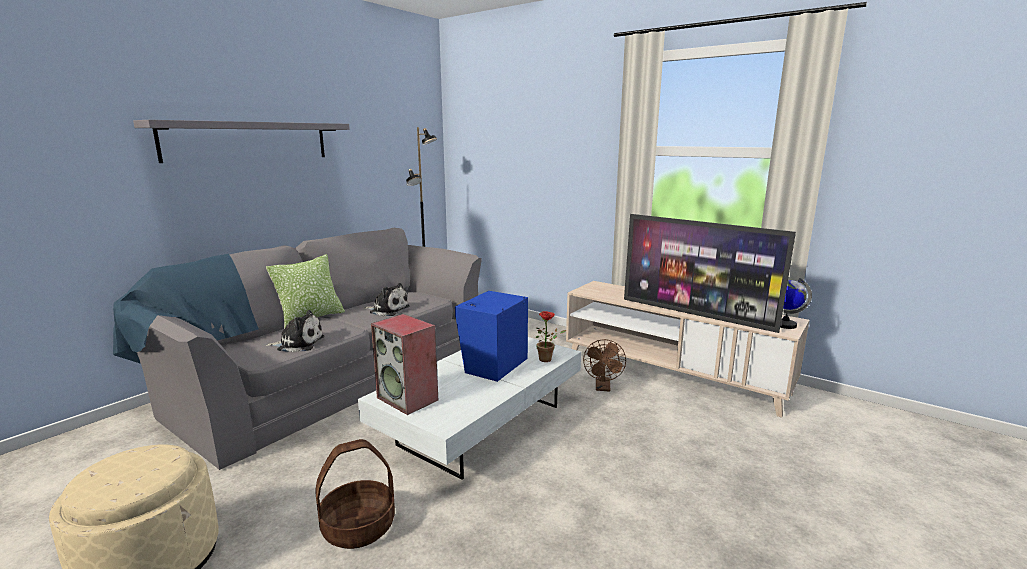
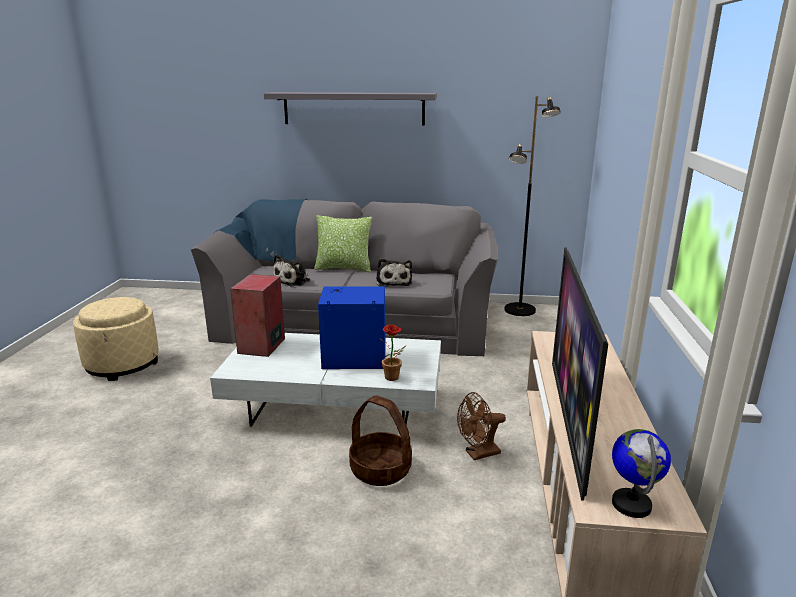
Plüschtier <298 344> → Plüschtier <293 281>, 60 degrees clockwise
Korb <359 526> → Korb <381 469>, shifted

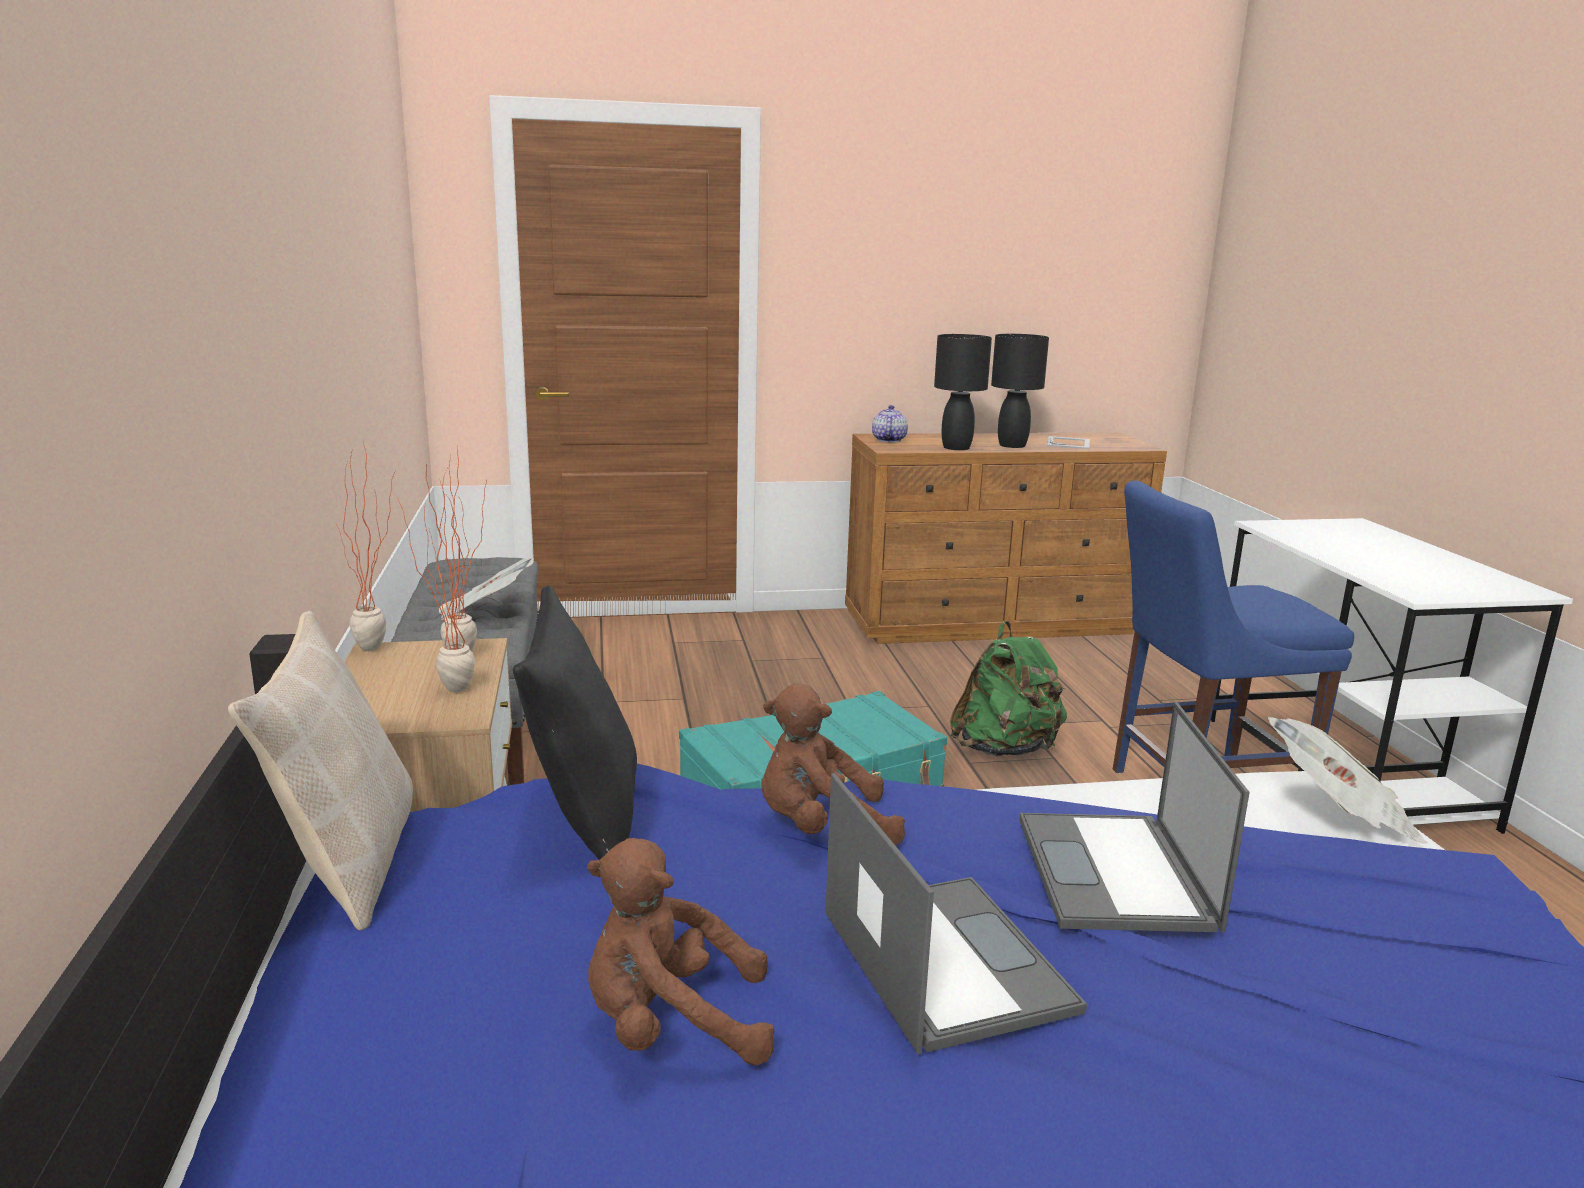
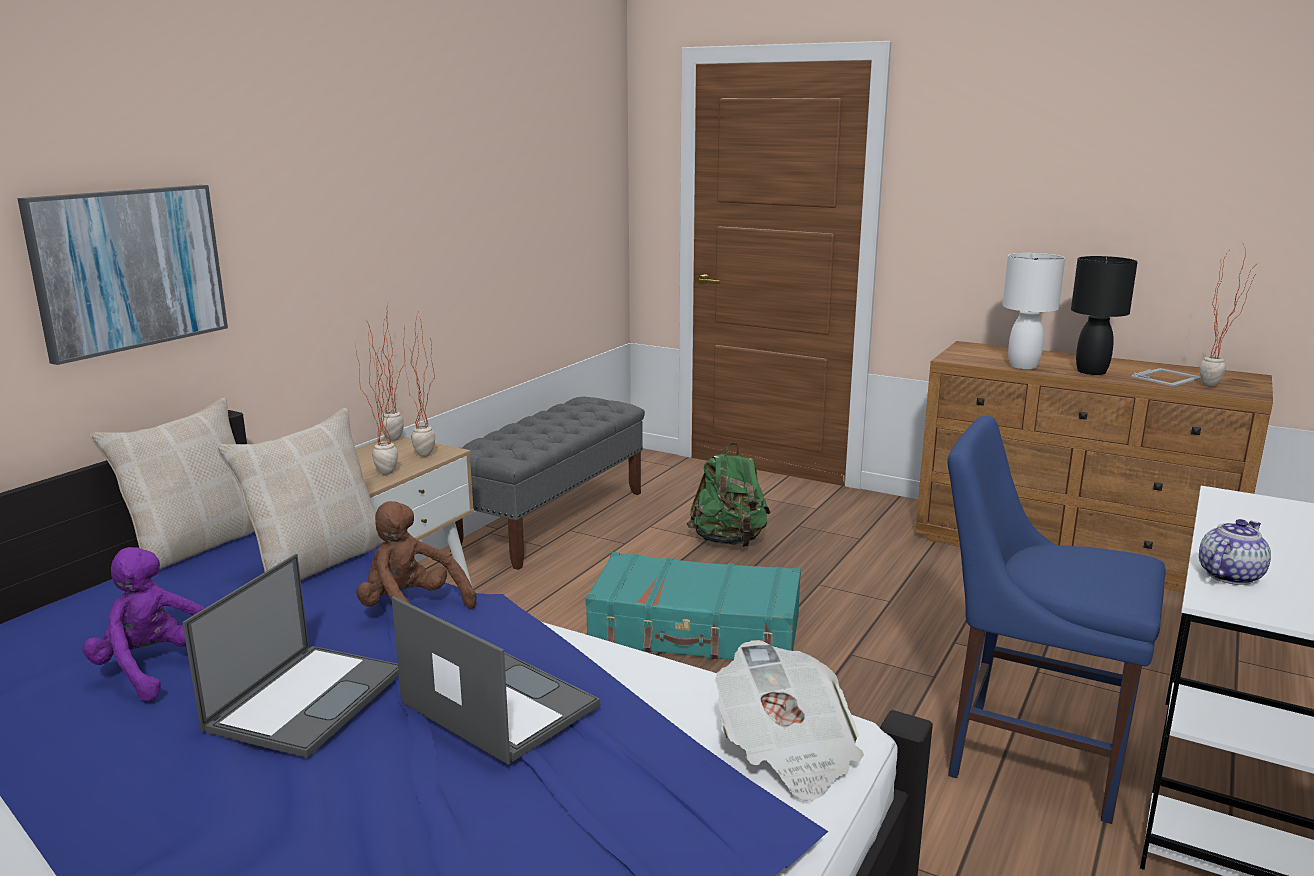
- → Bild <129 269>
Plüschtier (braun) <670 1026> → Plüschtier (lila) <157 669>
Kissen (schwarz) <585 818> → Kissen (beige) <318 561>
Laptop <1116 874> → Laptop <497 704>, 90 degrees clockwise
Rucksack (grün) <1005 749> → Rucksack (grün) <729 541>, shifted
Tischlampe (schwarz) <956 448> → Tischlampe (weiß) <1023 366>
Teekanne <888 440> → Teekanne <1229 575>, shifted
- → Topfpflanze <1217 386>
Zeitung <484 614> → -

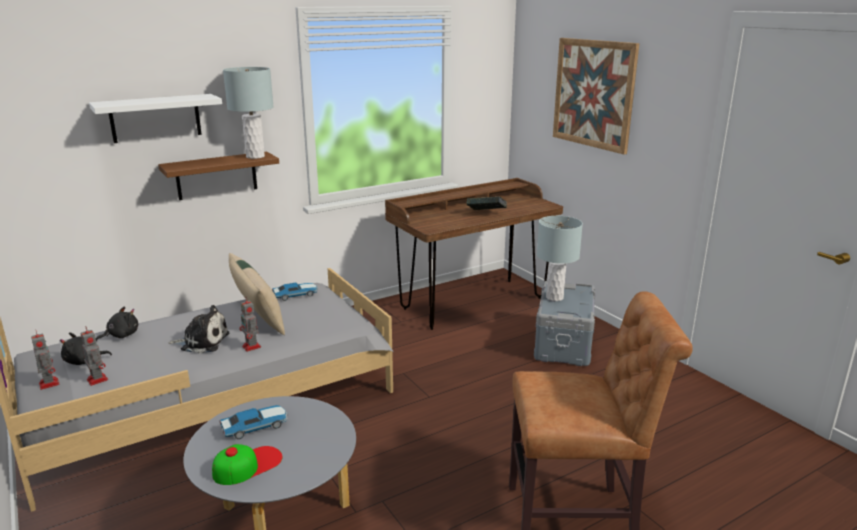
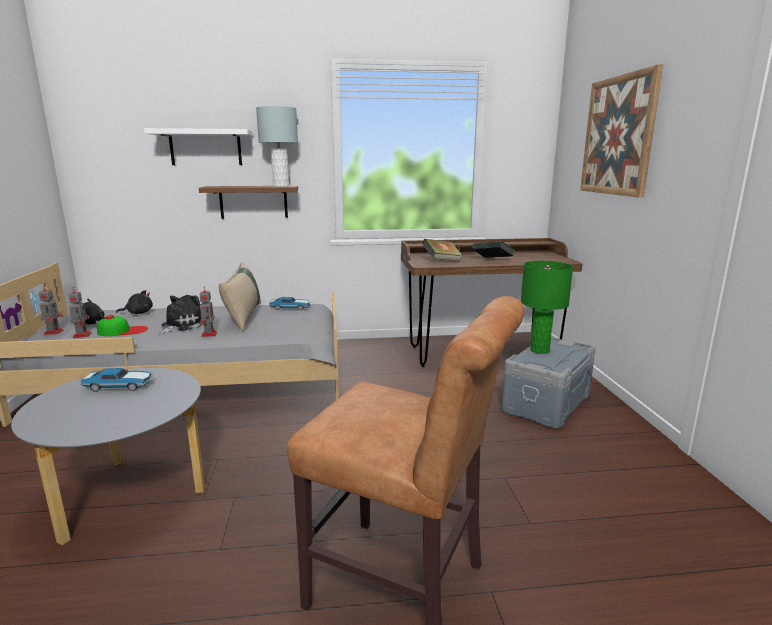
Kappe <247 465> → Kappe <123 331>, shifted
Plüschtier <202 342> → Plüschtier <181 325>, 90 degrees counterclockwise
- → Buch <441 261>
Tischlampe (grau) <554 297> → Tischlampe (grün) <539 350>

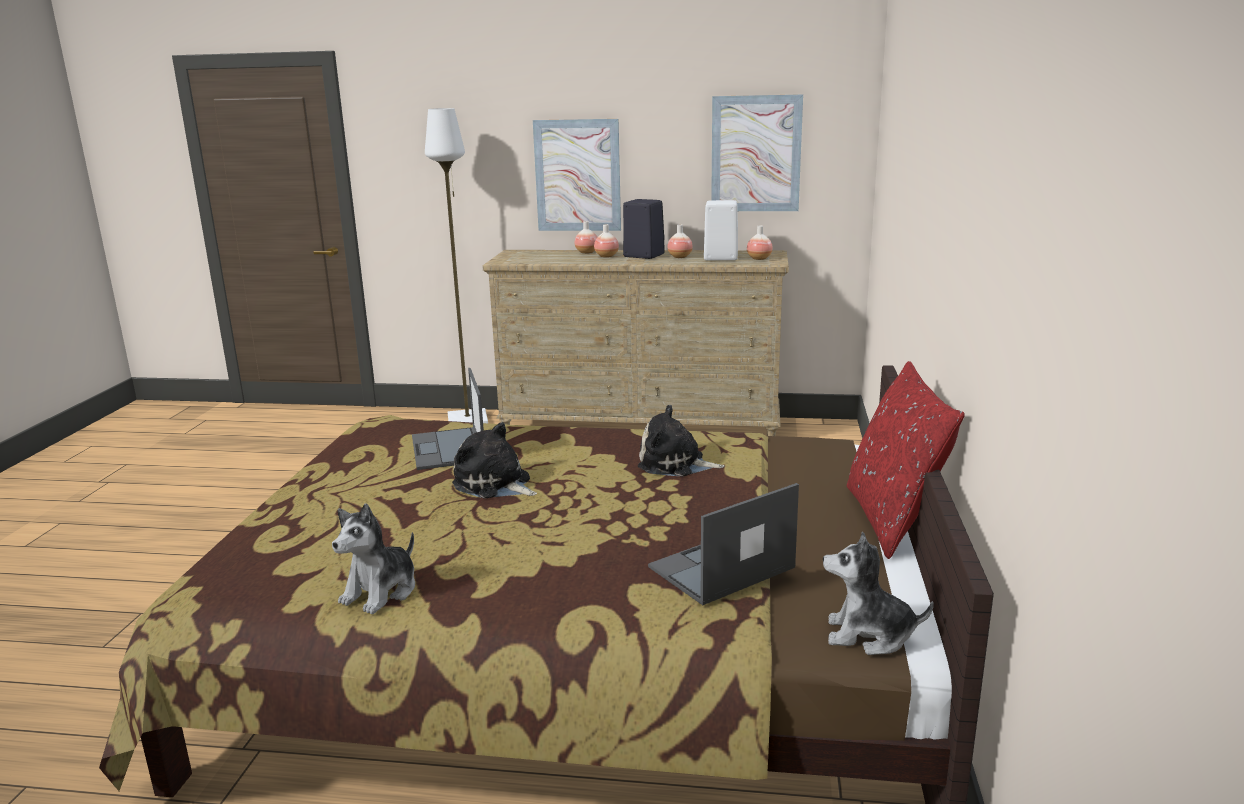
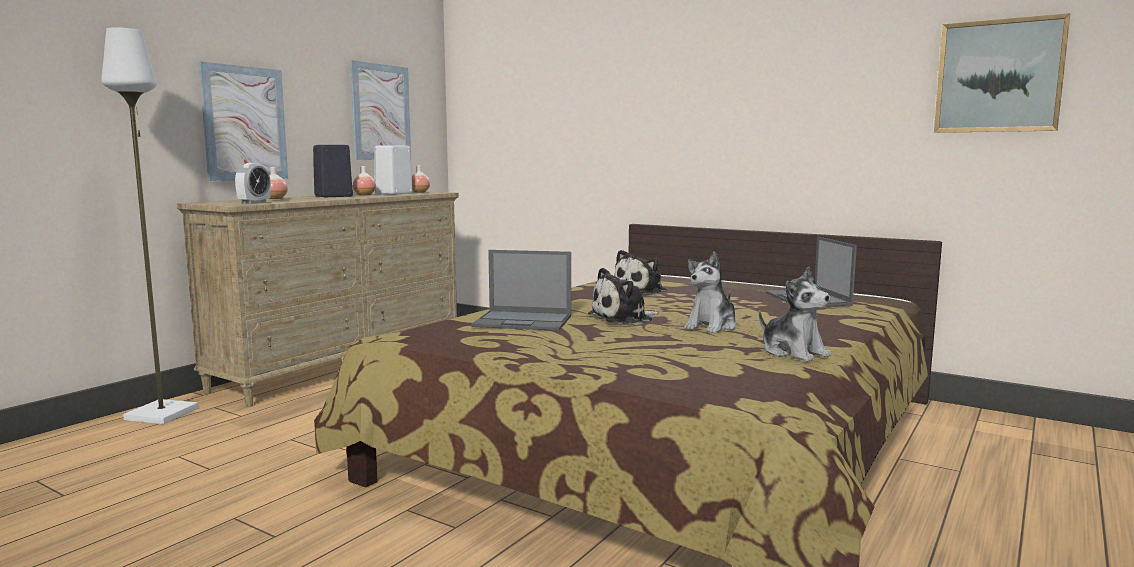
- → Wecker <254 203>
Plüschtier <868 635> → Plüschtier <712 326>, shifted
- → Bild <999 76>
Vase <606 256> → -
Kissen (rot) <893 520> → -

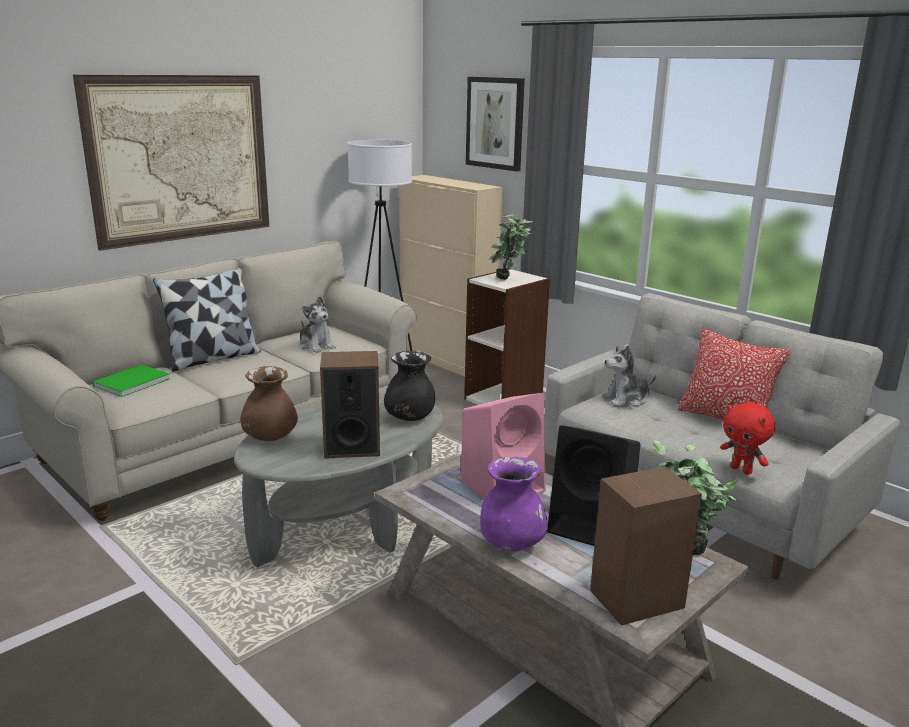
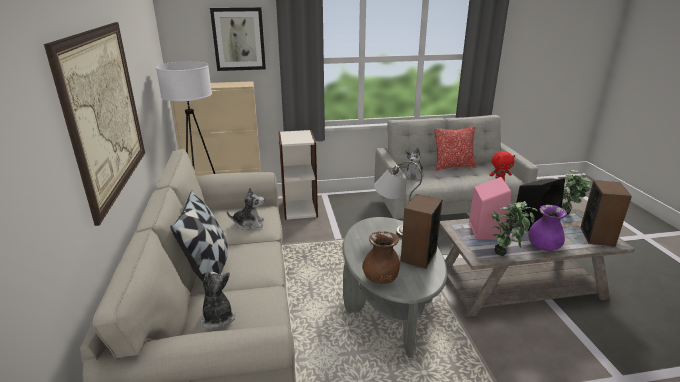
Buch (grün) <129 383> → Plüschtier <217 318>
Vase (schwarz) <409 417> → Tischlampe (grau) <394 228>
Topfpflanze <509 280> → Topfpflanze <506 253>, shifted

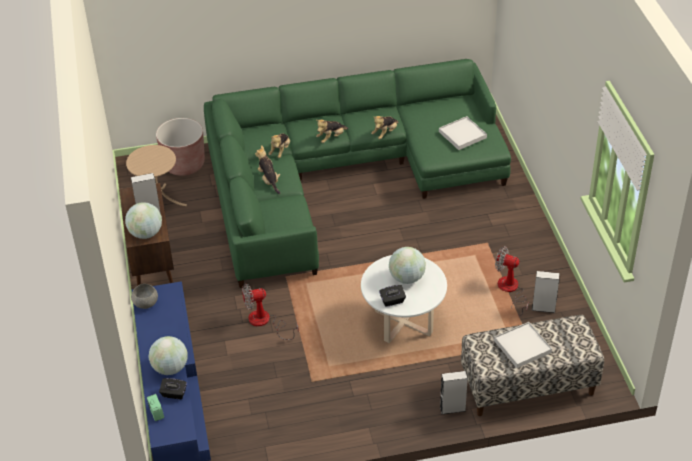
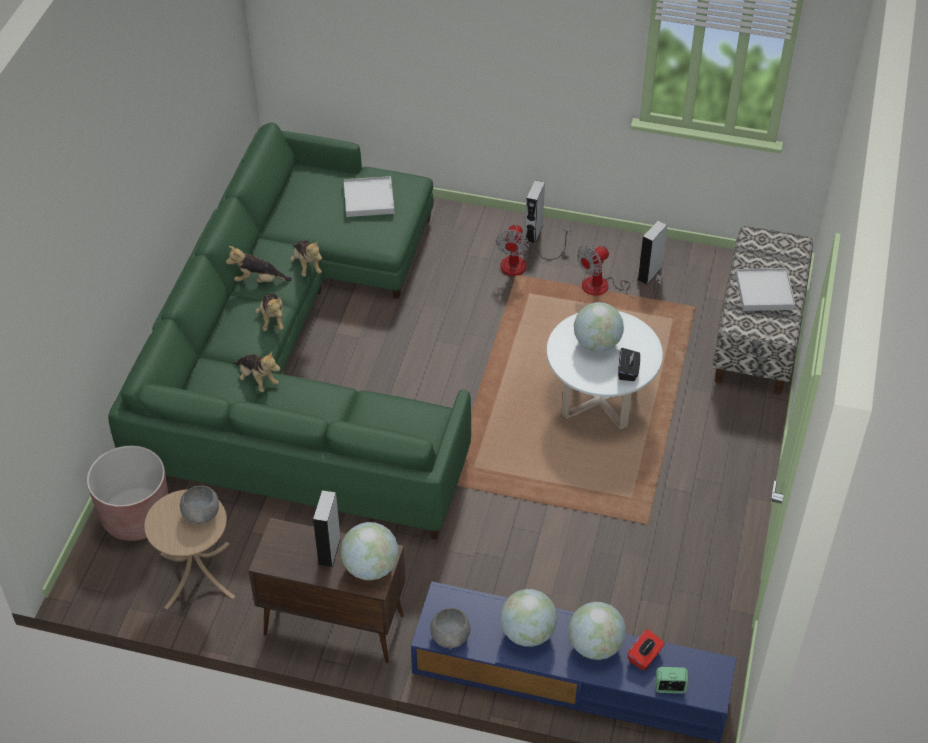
- → Schüssel (grau) <201 514>
Plüschtier <269 180> → Plüschtier <258 280>, shifted
Ventilator <265 322> → Ventilator <522 263>, shifted
- → Globus <527 633>
Lautsprecher (grau) <452 409> → Lautsprecher (grau) <533 233>, shifted
Taschentuchbox (schwarz) <174 394> → Taschentuchbox (rot) <644 657>

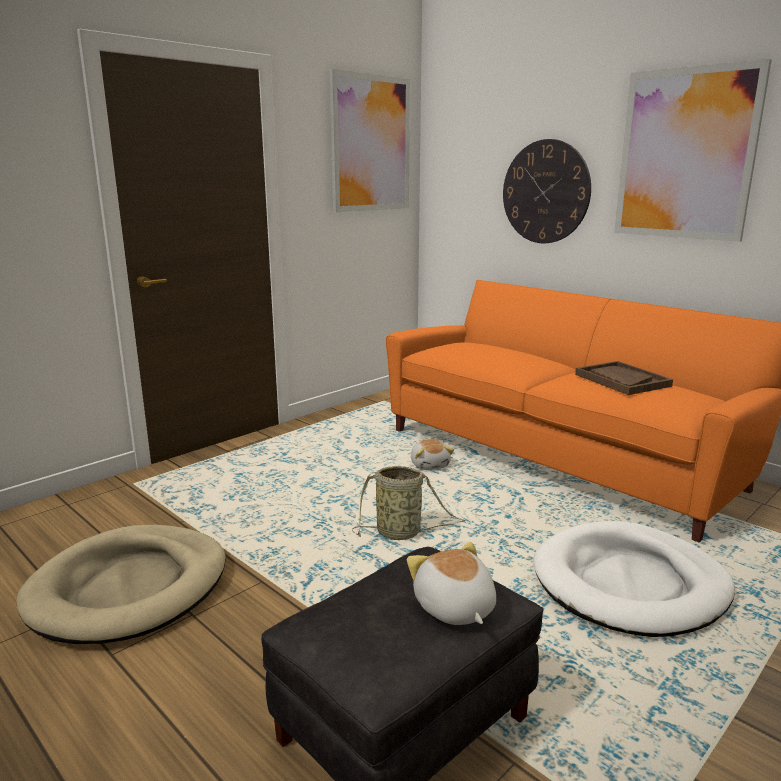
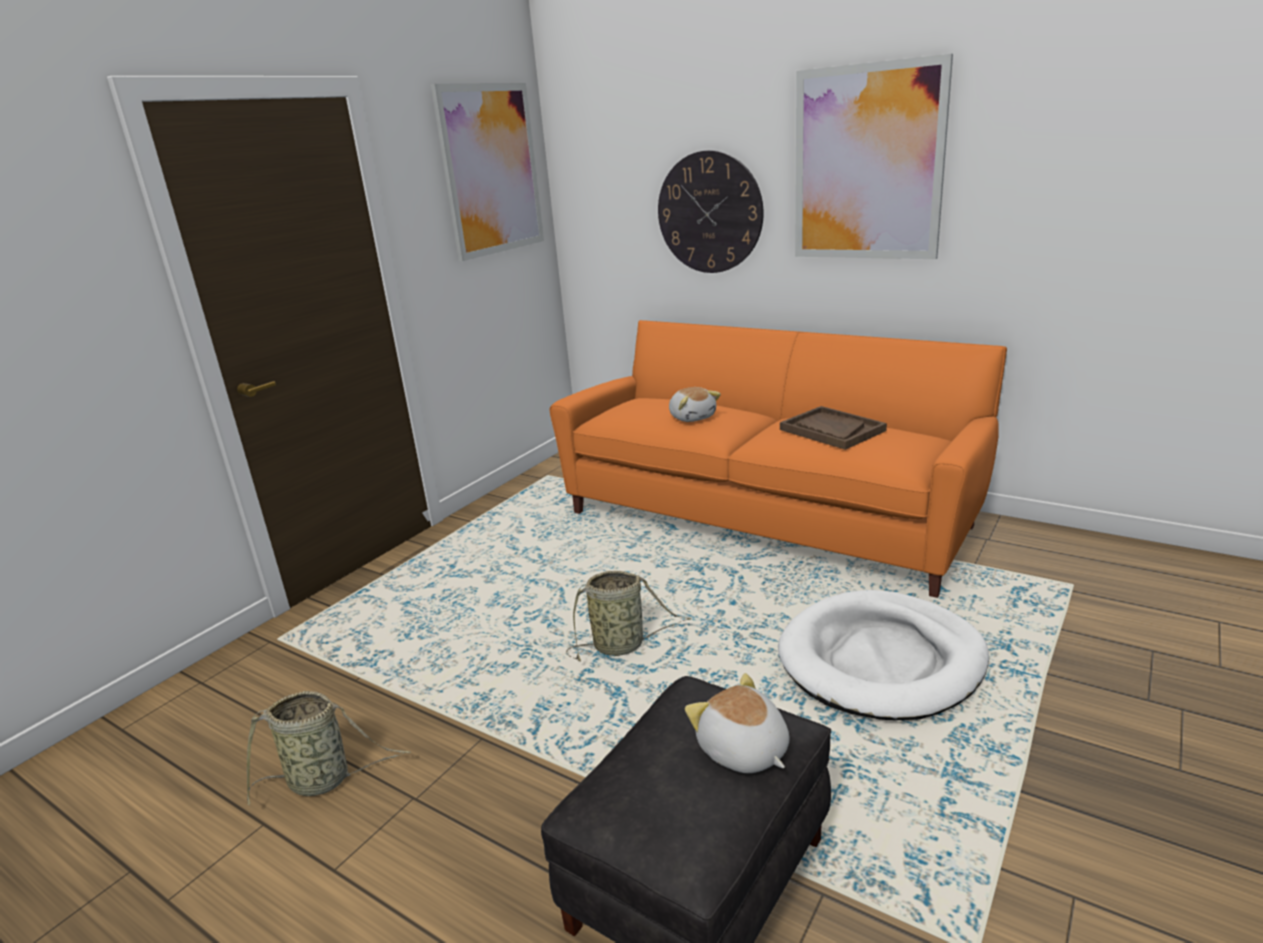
Hundebett (beige) <130 588> → Korb <324 780>
Plüschtier <430 465> → Plüschtier <692 417>, shifted

